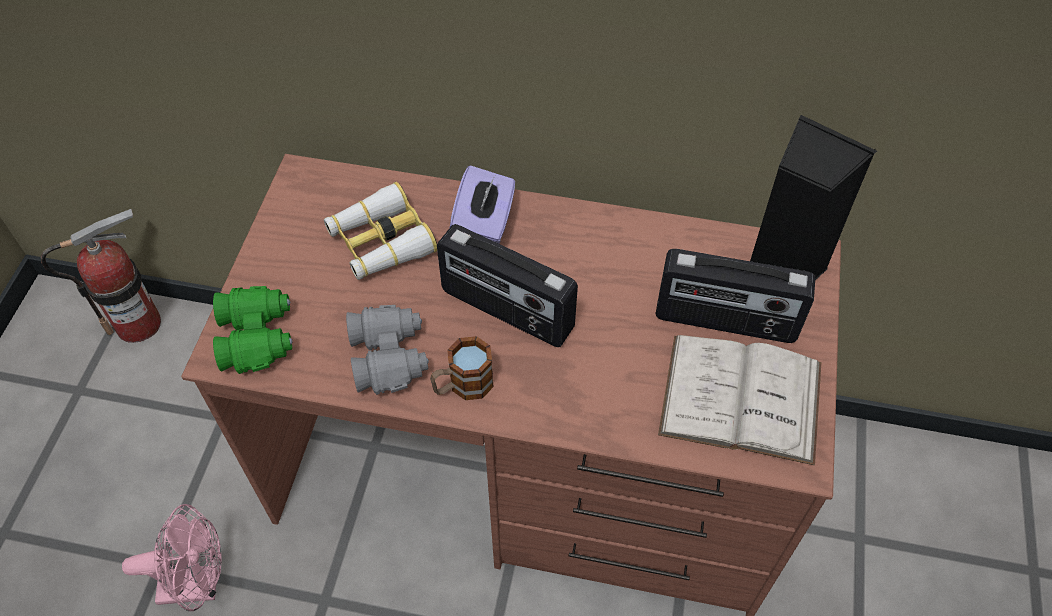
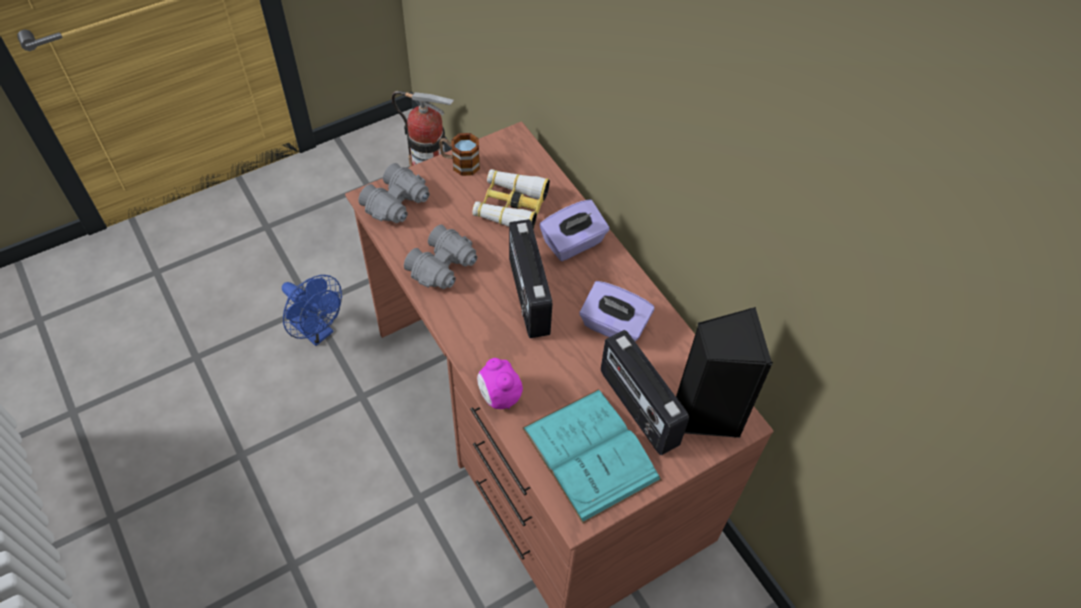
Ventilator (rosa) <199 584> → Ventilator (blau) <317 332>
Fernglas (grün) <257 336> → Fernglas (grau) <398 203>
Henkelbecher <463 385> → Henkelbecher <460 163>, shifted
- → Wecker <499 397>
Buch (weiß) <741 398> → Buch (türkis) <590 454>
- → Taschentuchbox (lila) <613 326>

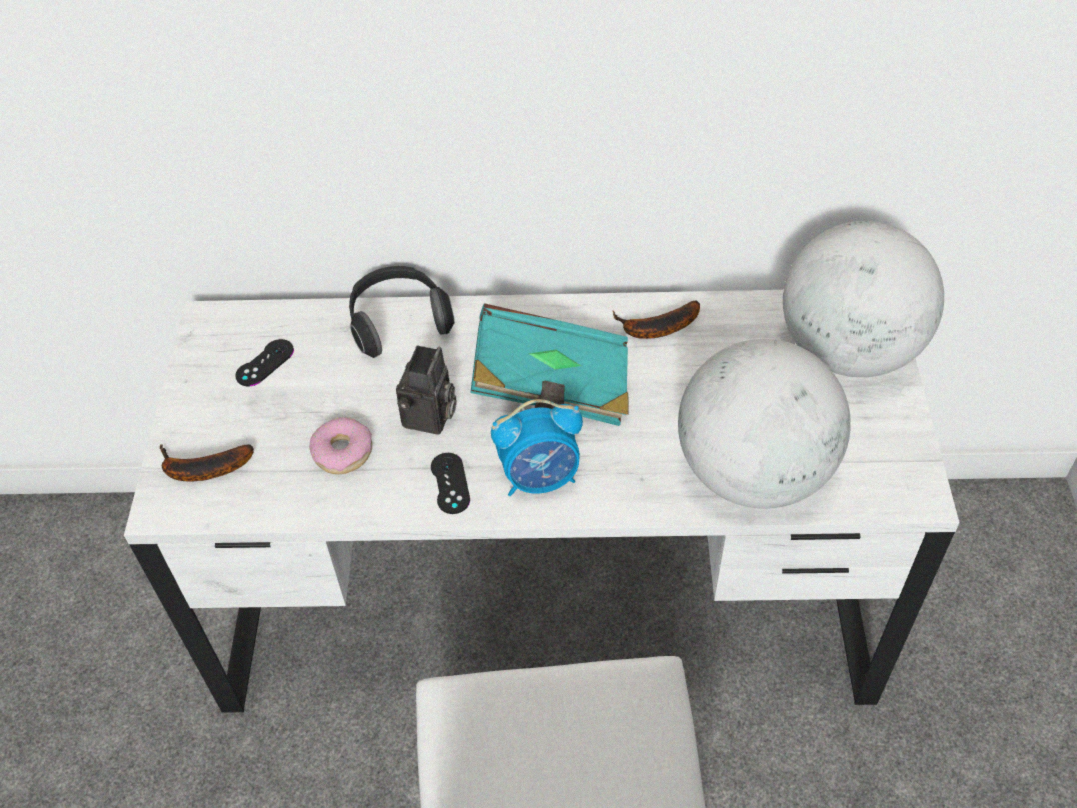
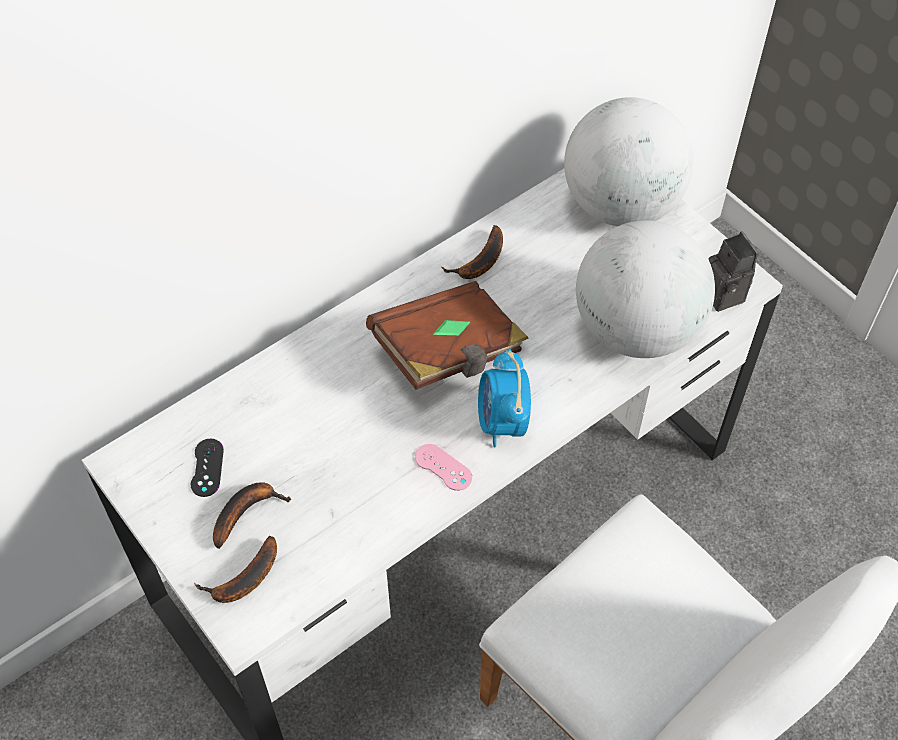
- → Banane <246 511>
Buch (türkis) <552 388> → Buch (braun) <449 352>
Gamepad (schwarz) <450 483> → Gamepad (rosa) <443 467>
Wecker <540 478> → Wecker <502 422>, 135 degrees clockwise
Kamera <430 418> → Kamera <726 295>, shifted
Donut <343 452> → -
Kopfhörer <398 322> → -

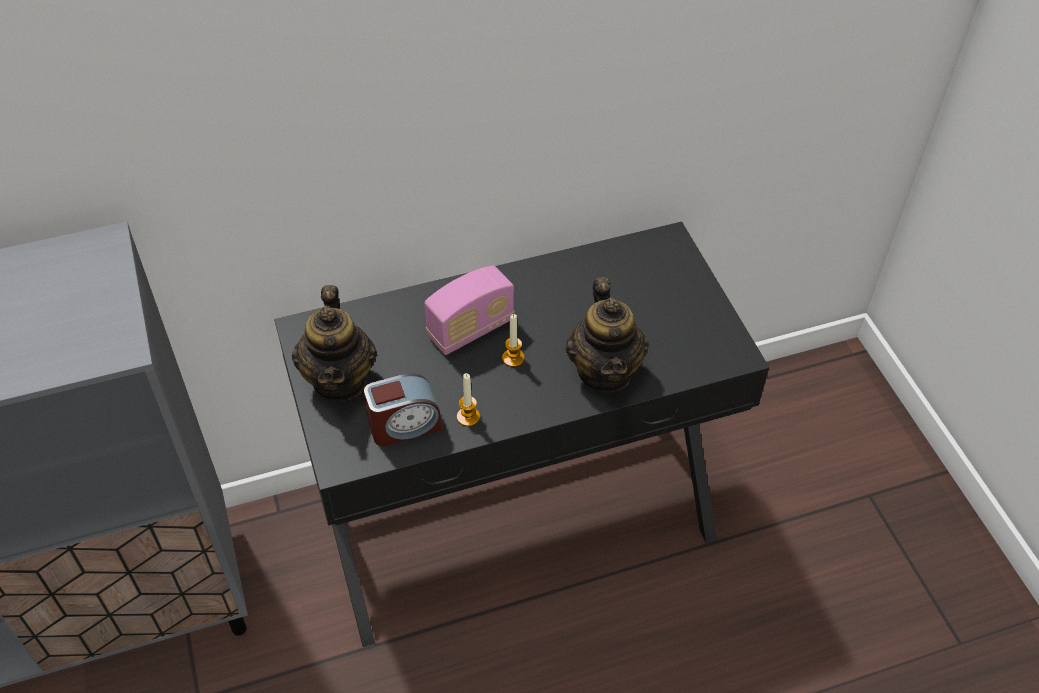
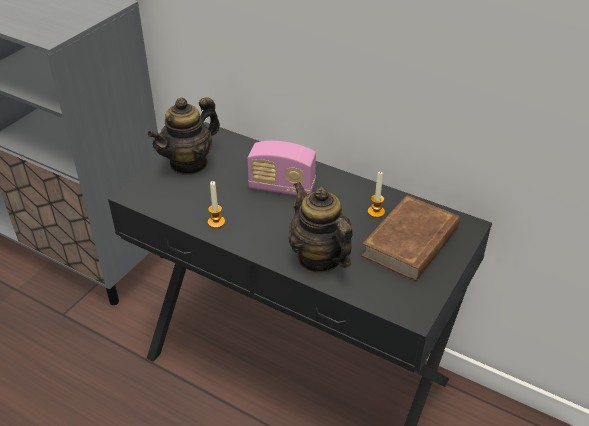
Teekanne <605 371> → Teekanne <319 258>, 105 degrees clockwise
- → Buch (braun) <411 242>
Kerze <513 358> → Kerze <376 212>, shifted
Wecker <404 425> → -

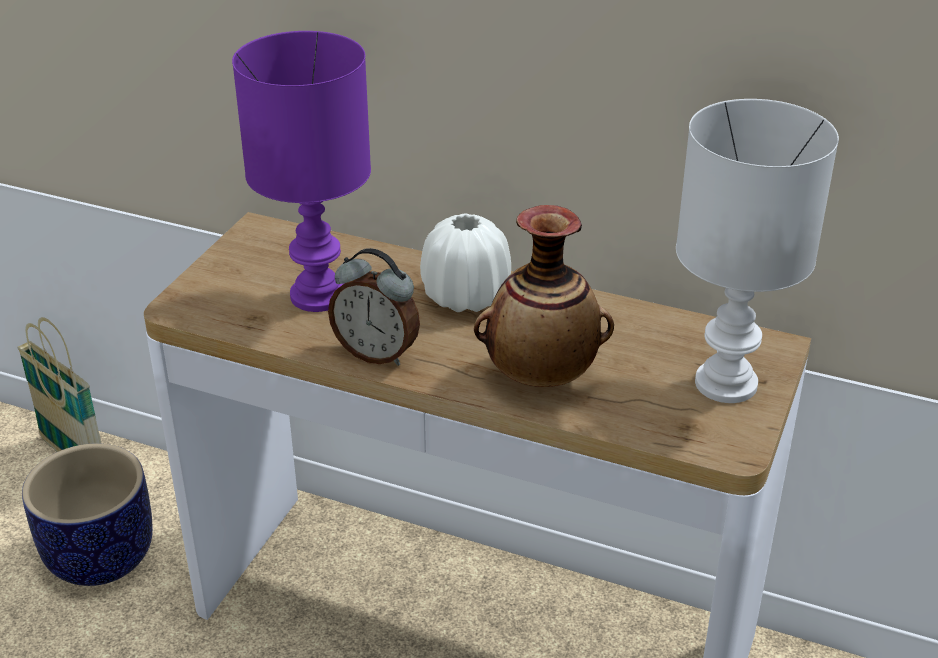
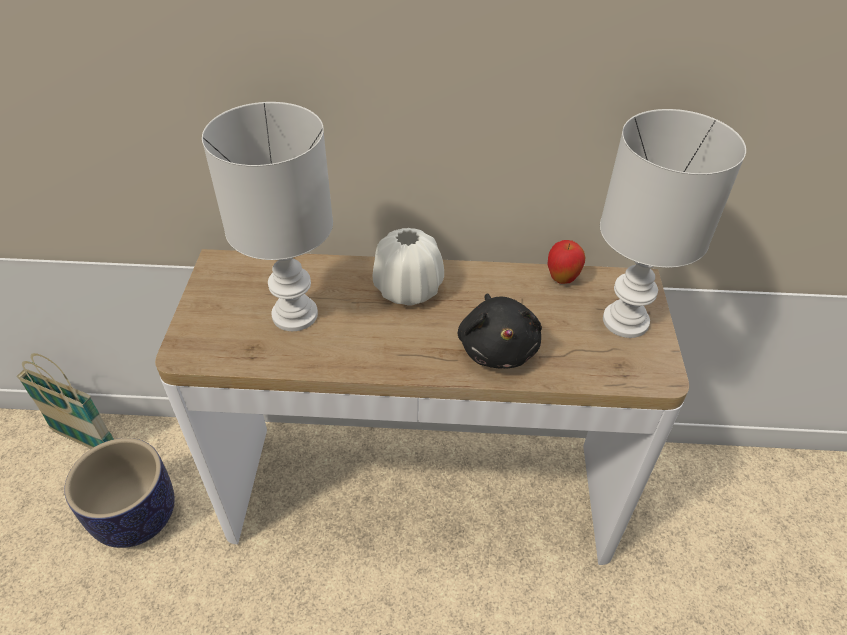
Tischlampe (lila) <316 295> → Tischlampe (weiß) <293 314>
Vase <541 376> → Plüschtier (schwarz) <497 347>
- → Apfel <562 279>
Wecker <377 353> → -

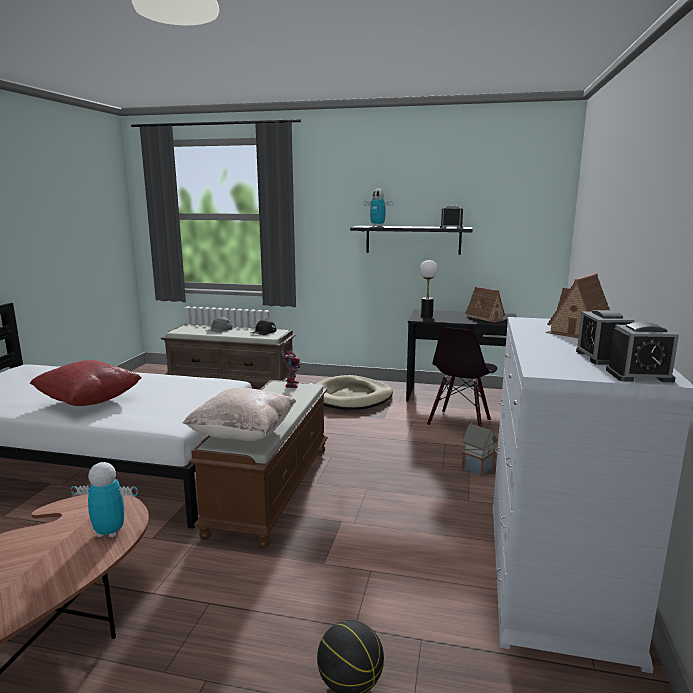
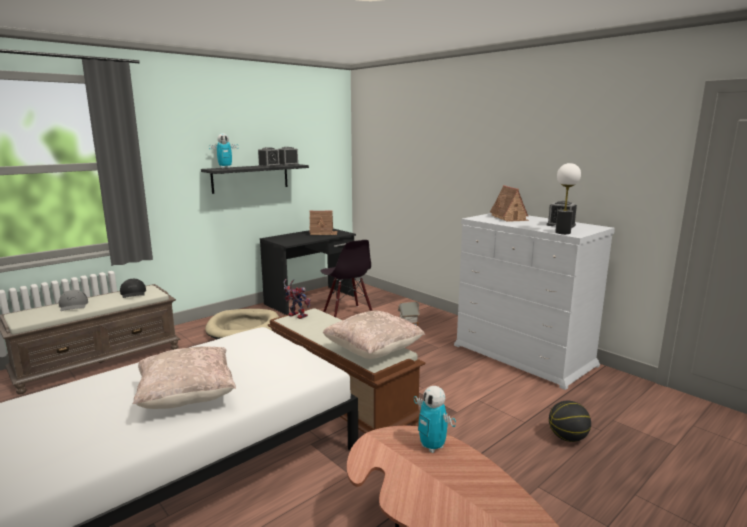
Kissen (rot) <89 401> → Kissen (beige) <187 398>
Wecker <639 375> → Wecker <269 166>, shifted
Spielzeugroboter <109 532> → Spielzeugroboter <432 447>, 75 degrees counterclockwise
Tischlampe <427 316> → Tischlampe <563 232>, shifted

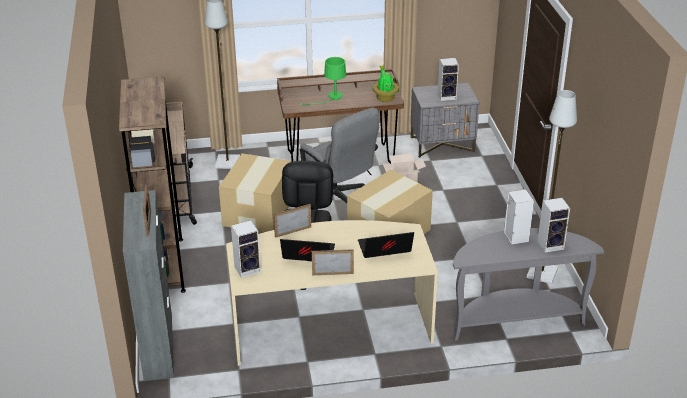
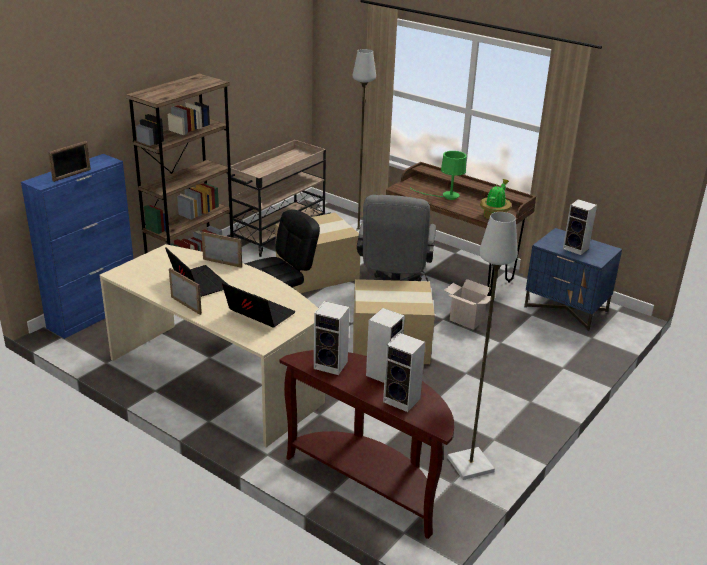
Schrank (grau) <158 346> → Schrank (blau) <94 314>
Konsolentisch (grau) <515 319> → Konsolentisch (braun) <369 482>
Lautsprecher <248 268> → Lautsprecher <332 365>, shifted
Nachttisch (grau) <442 145> → Nachttisch (blau) <566 309>

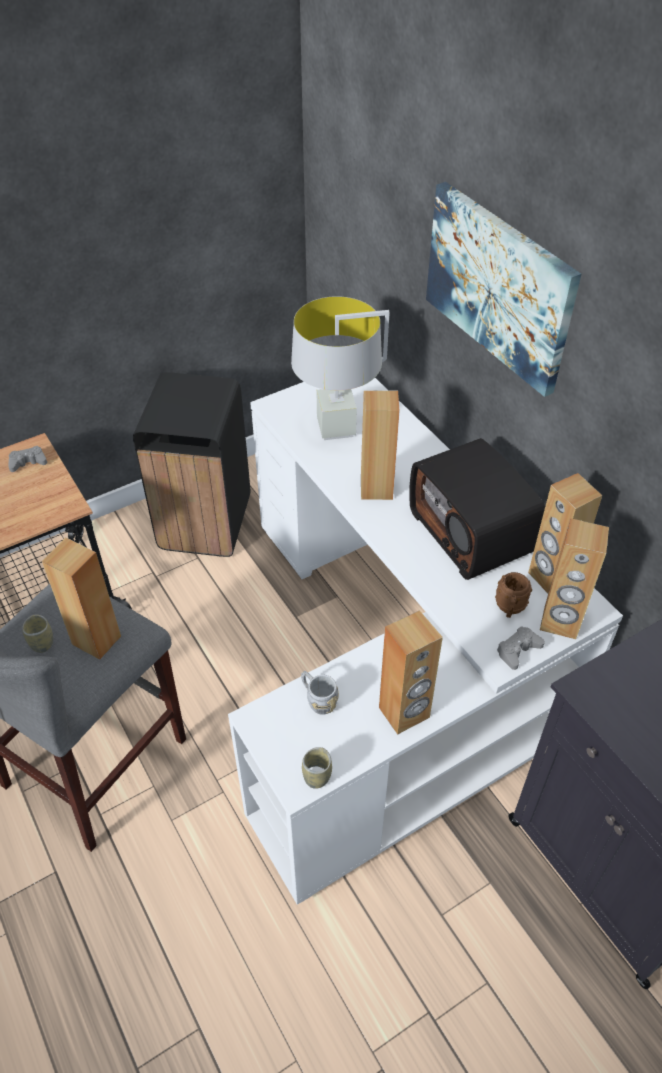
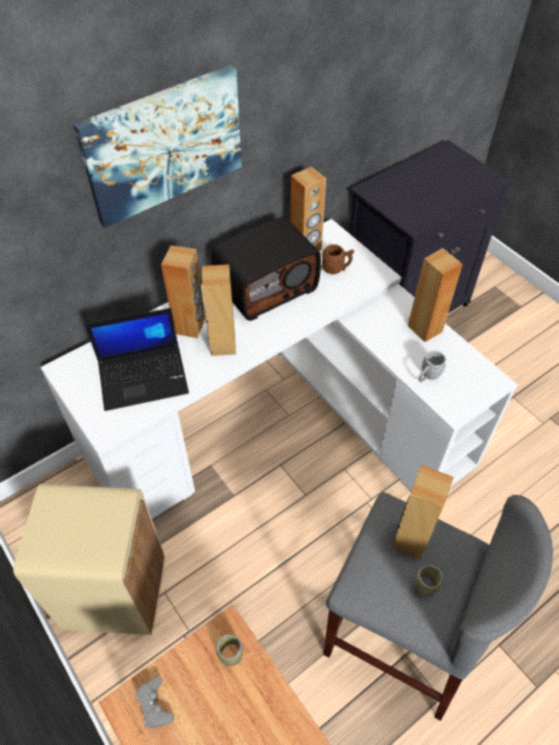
Mülleimer (schwarz) <206 522> → Mülleimer (beige) <116 592>
Tischlampe (grau) <336 429> → Laptop <144 376>
Lautsprecher (braun) <560 622> → Lautsprecher (braun) <190 326>, shifted
Tasse <317 777> → Tasse <231 654>, shifted
Gamepad (grau) <518 650> → -

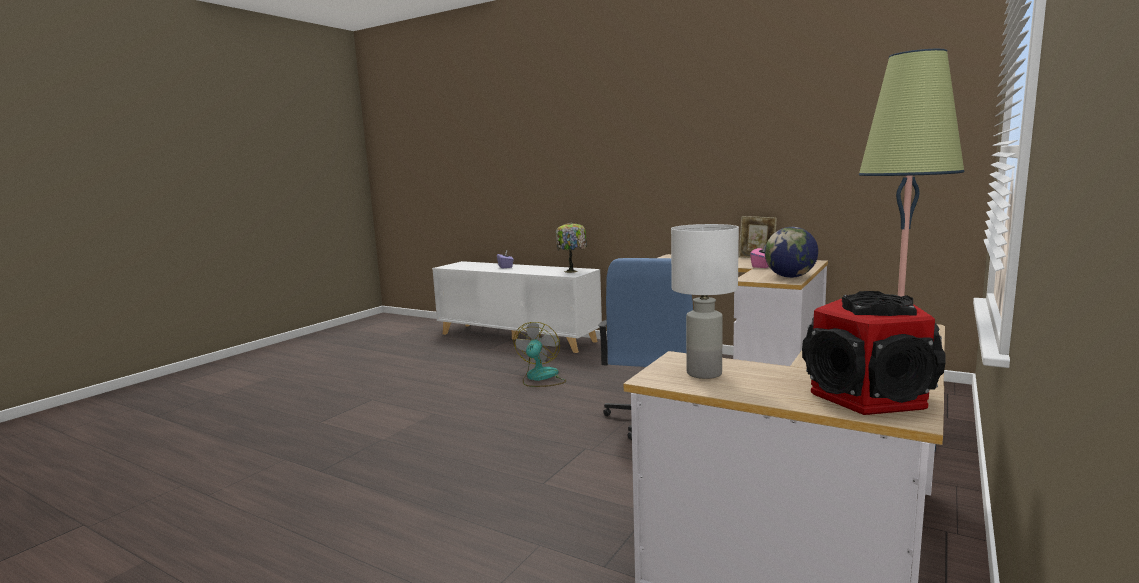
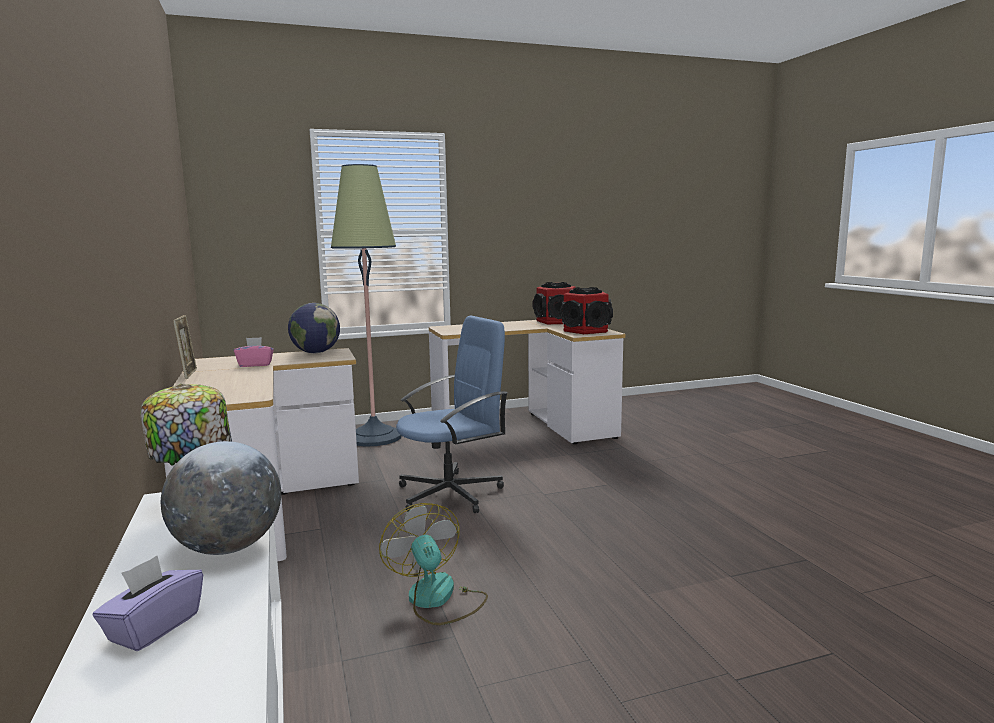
- → Globus <228 548>
Ventilator <540 378> → Ventilator <437 599>, 105 degrees clockwise
Tischlampe (weiß) <703 374> → Lautsprecher <586 331>

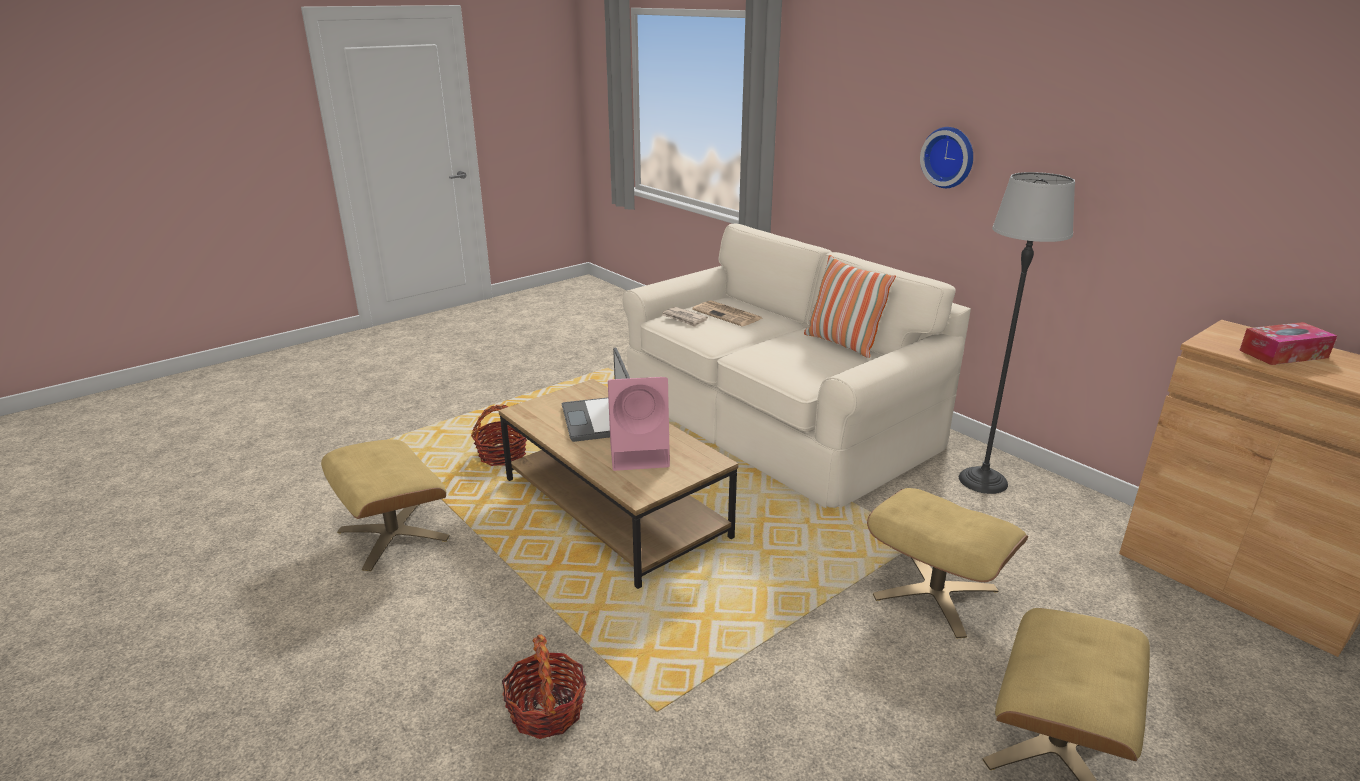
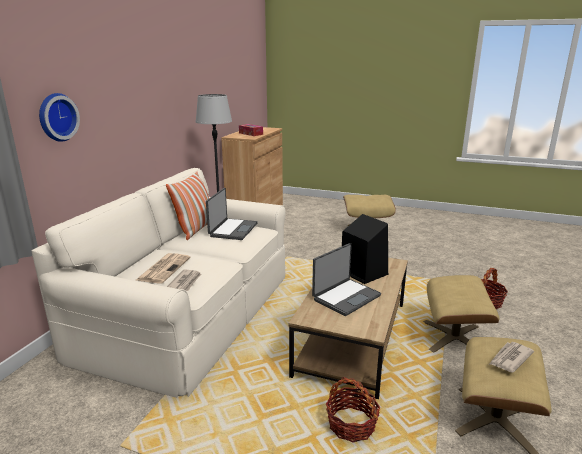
Wanduhr <949 157> → Wanduhr <56 117>, shifted
- → Laptop <232 230>
Lautsprecher (rosa) <641 454> → Lautsprecher (schwarz) <363 272>
Polsterhocker (beige) <934 593> → Polsterhocker (beige) <455 338>, shifted
- → Zeitung <510 358>

